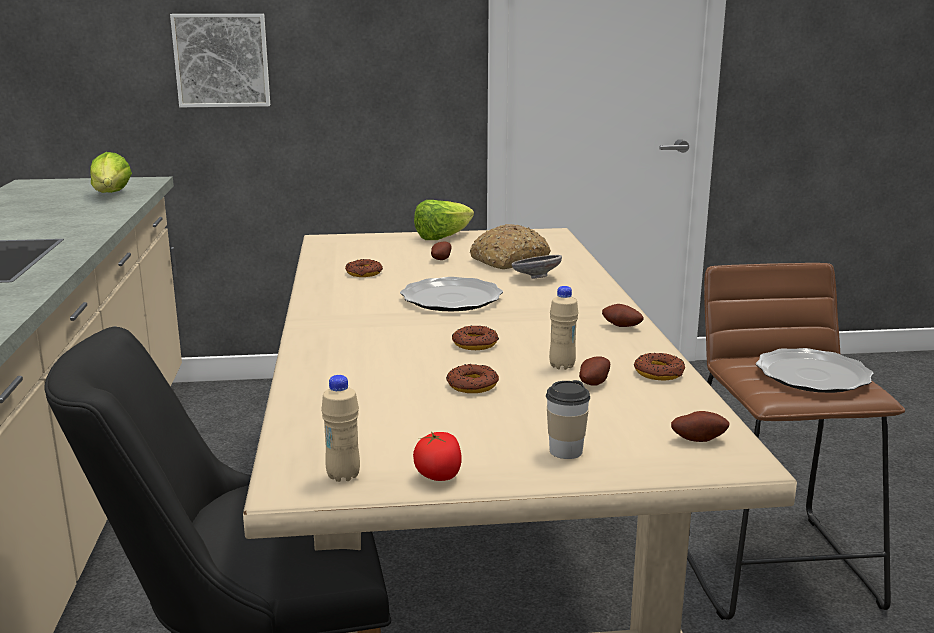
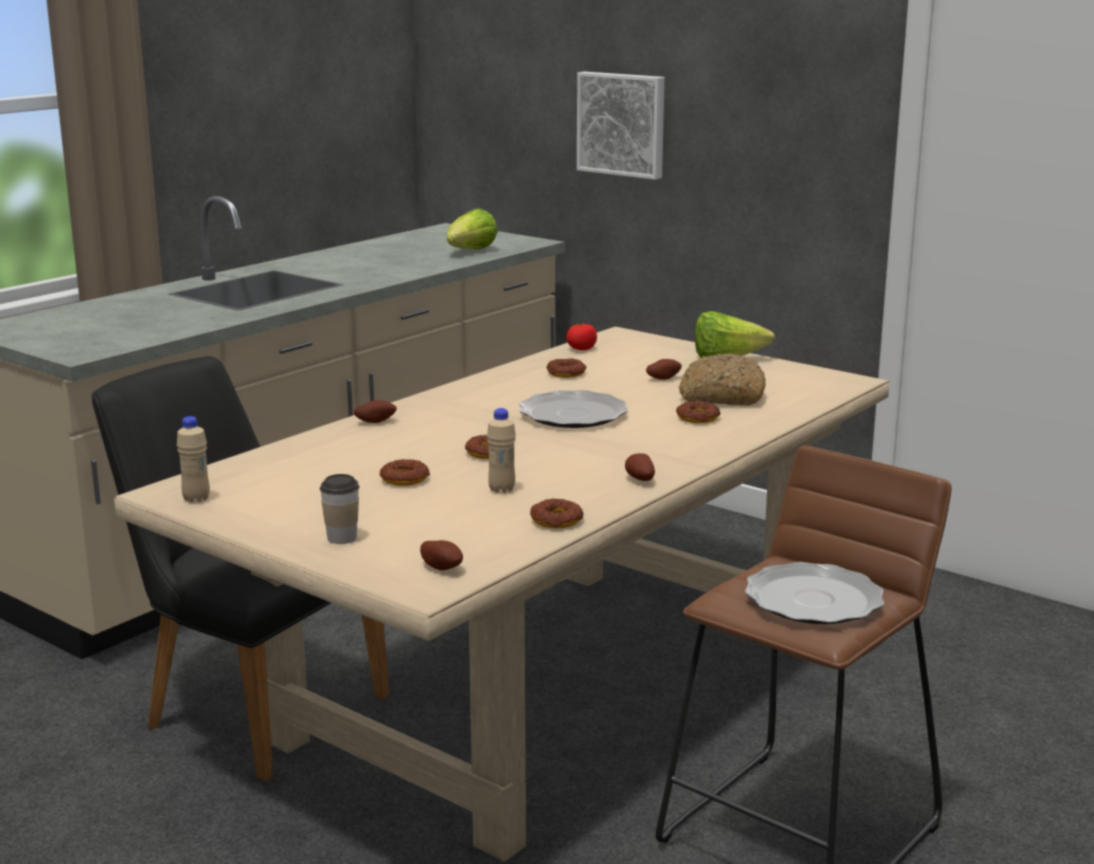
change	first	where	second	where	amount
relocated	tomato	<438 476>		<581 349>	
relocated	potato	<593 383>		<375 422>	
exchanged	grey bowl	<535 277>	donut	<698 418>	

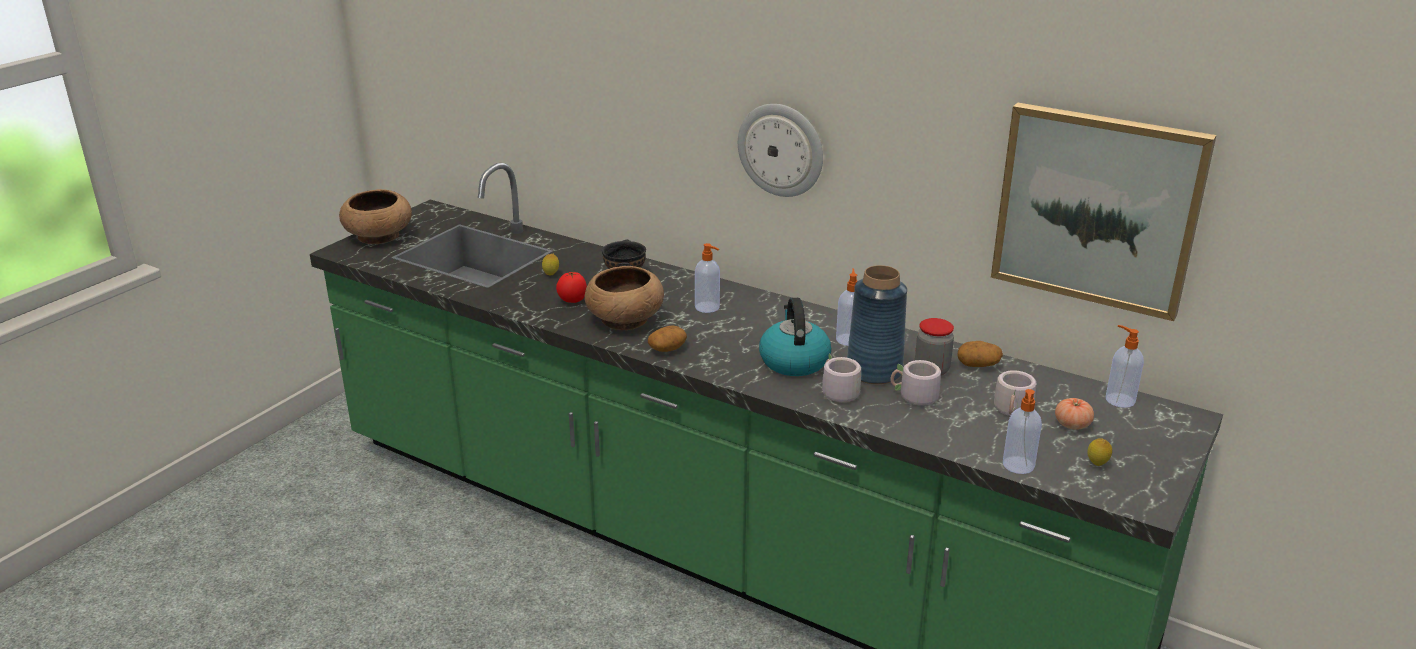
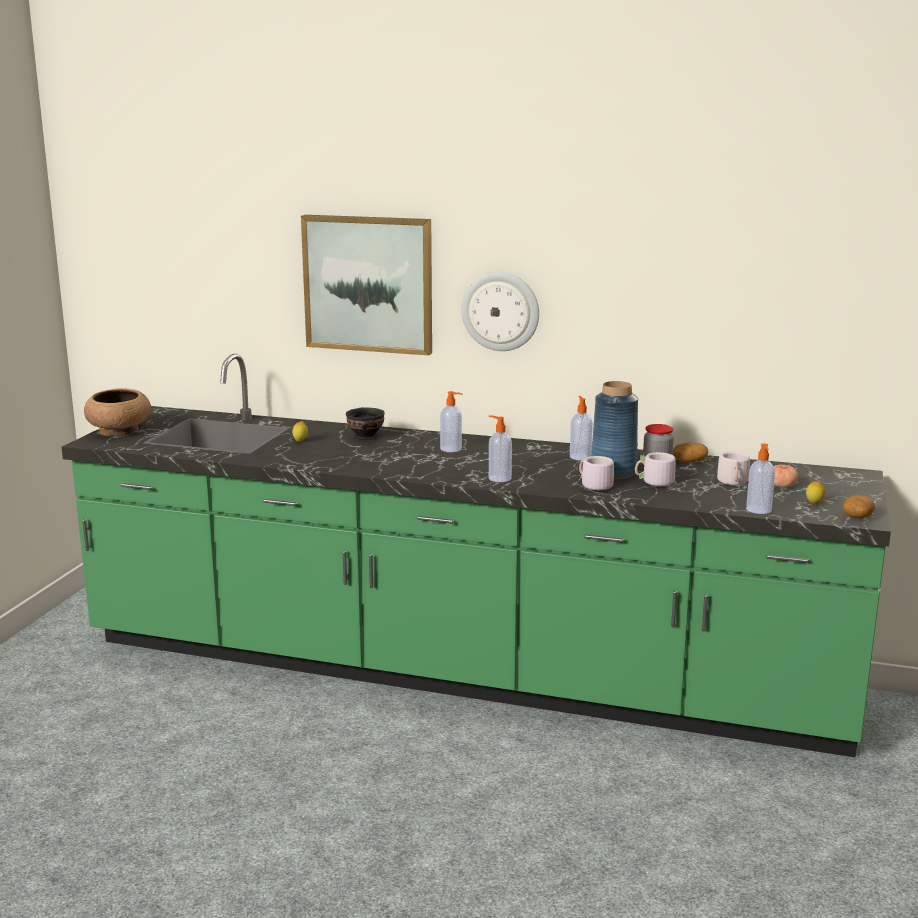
change	first	where	second	where	amount
missing	tomato	<572 301>			
missing	brown bowl	<624 320>			
missing	kettle	<793 361>			
relocated	potato	<667 349>		<857 517>	
relocated	picture	<1097 209>		<368 284>	
relocated	soap dispenser	<1119 400>		<499 478>	

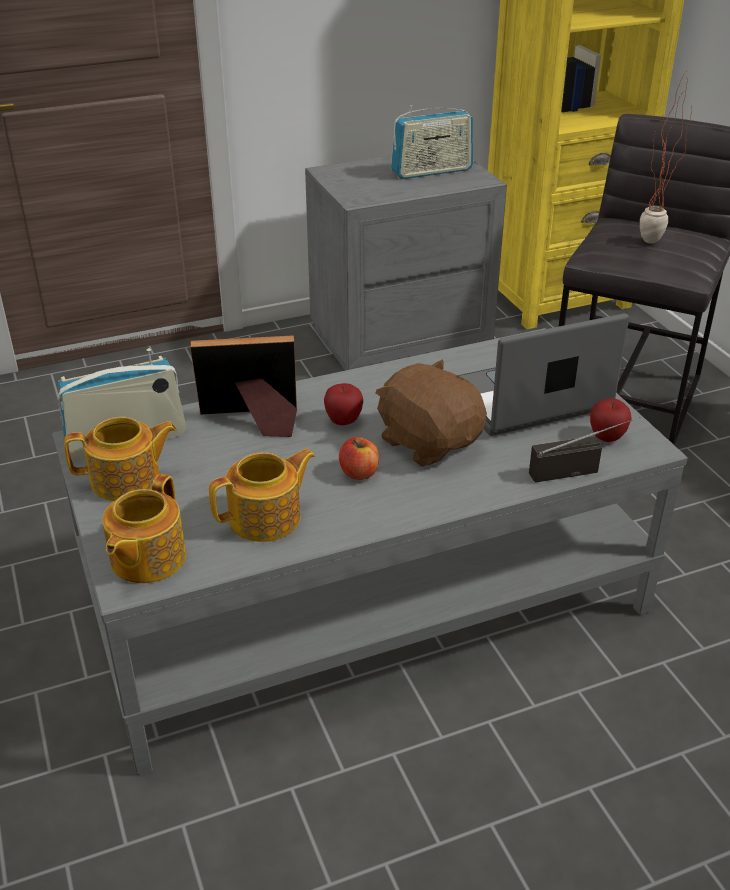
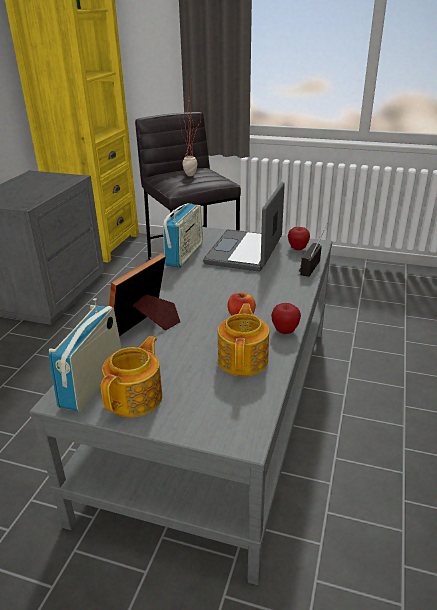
change	first	where	second	where	amount
missing	teapot	<146 559>			
missing	brown plush toy	<429 442>			
relocated	apple	<343 421>		<285 331>	
relocated	radio	<432 171>		<184 254>	

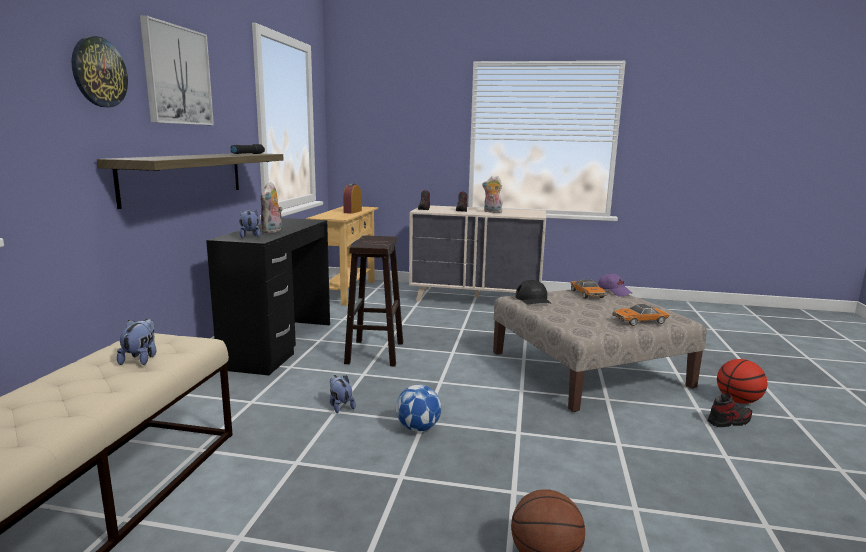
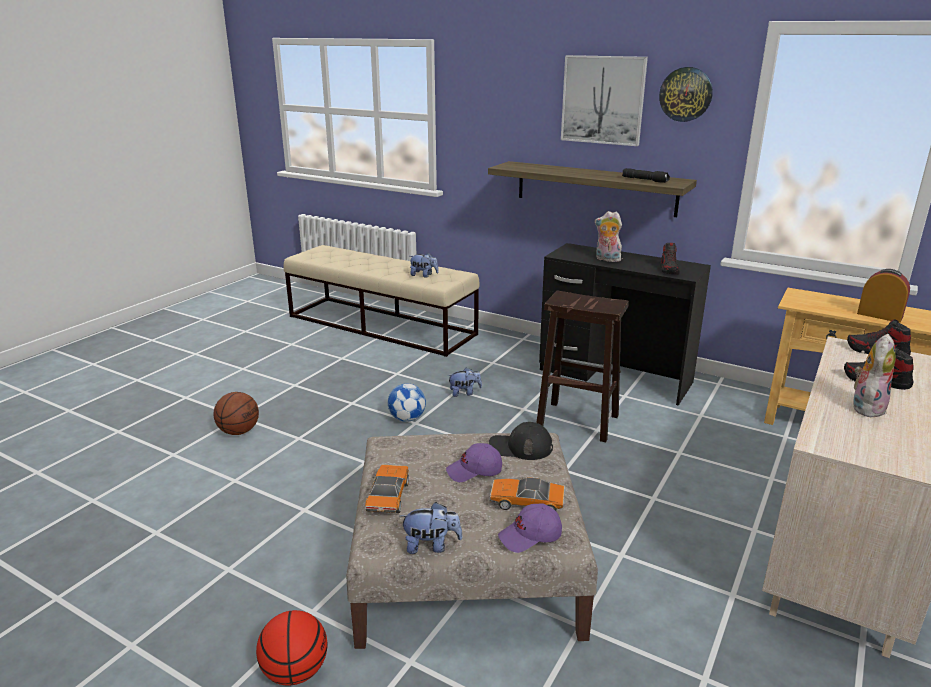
change	first	where	second	where	amount
appeared			purple cap	<474 471>	
relocated	wall clock	<99 72>		<685 94>	
relocated	plush toy	<249 236>		<431 546>	
relocated	shoe	<729 421>		<669 270>	

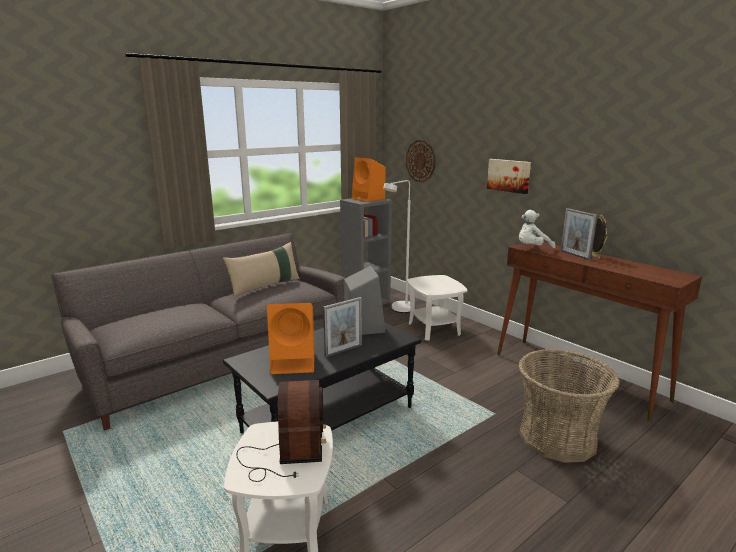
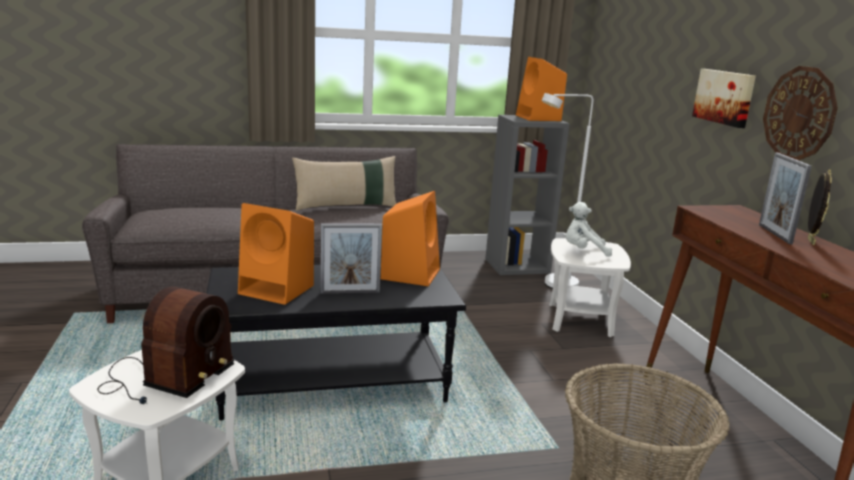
change	first	where	second	where	amount
relocated	wall clock	<420 161>		<799 113>	
relocated	white plush toy	<532 248>		<583 251>	
colour	grey speaker	<363 326>	orange speaker	<410 273>	

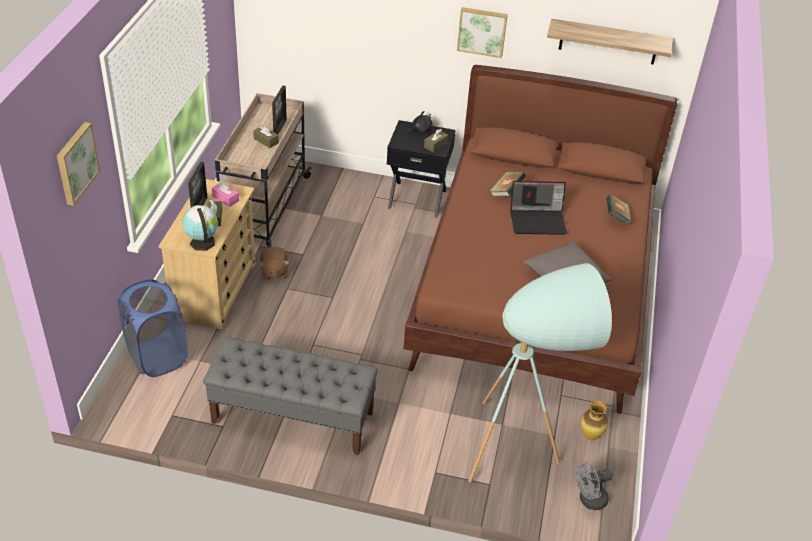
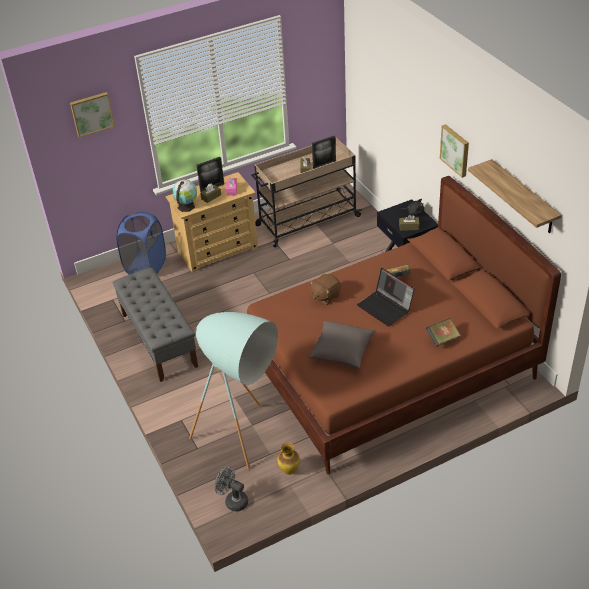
change	first	where	second	where	amount
relocated	brown plush toy	<274 272>		<325 296>	

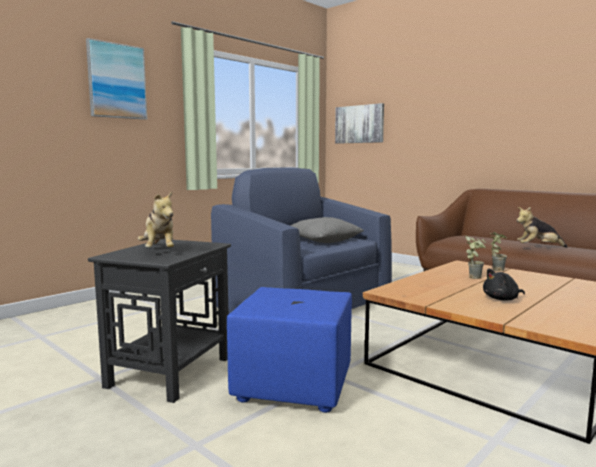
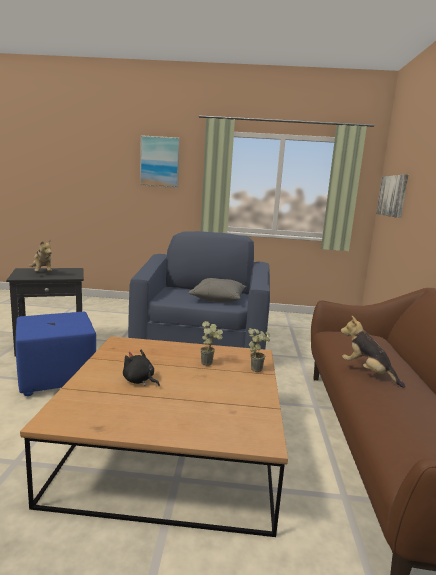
change	first	where	second	where	amount
spun	plush toy	<159 251>		<42 273>	60 degrees counterclockwise

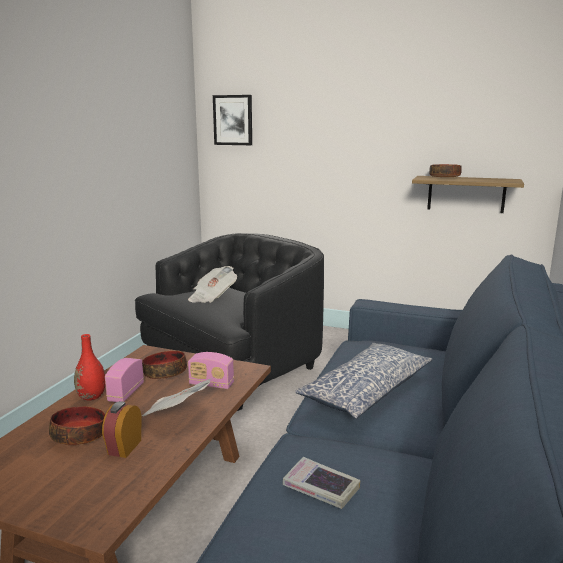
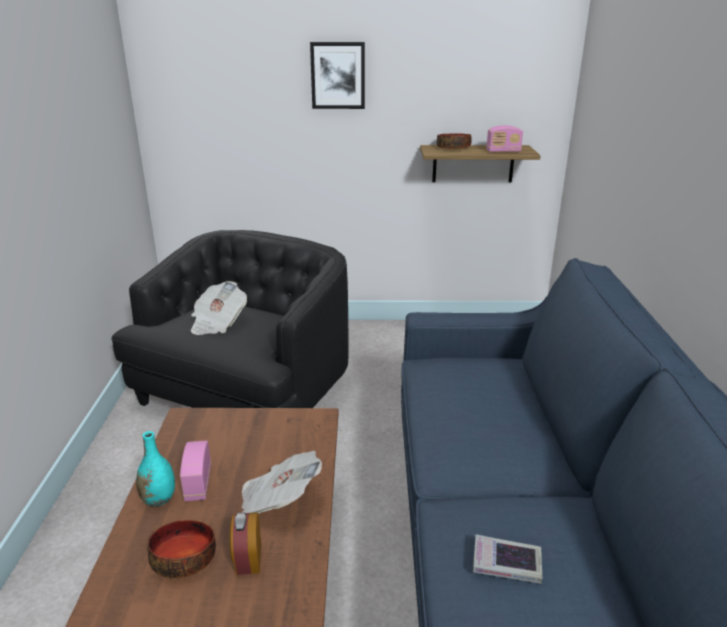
change	first	where	second	where	amount
missing	bowl	<165 373>			
missing	pillow	<366 391>			
relocated	radio	<211 384>		<503 151>	
relocated	picture	<233 120>		<338 75>	
colour	red vase	<91 396>	turquoise vase	<159 499>	

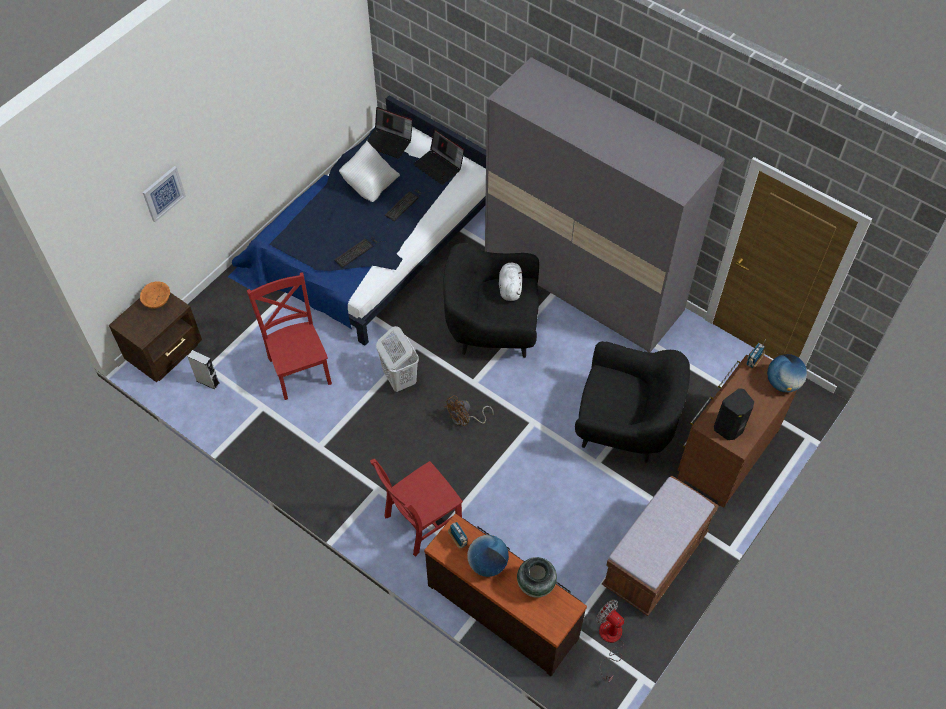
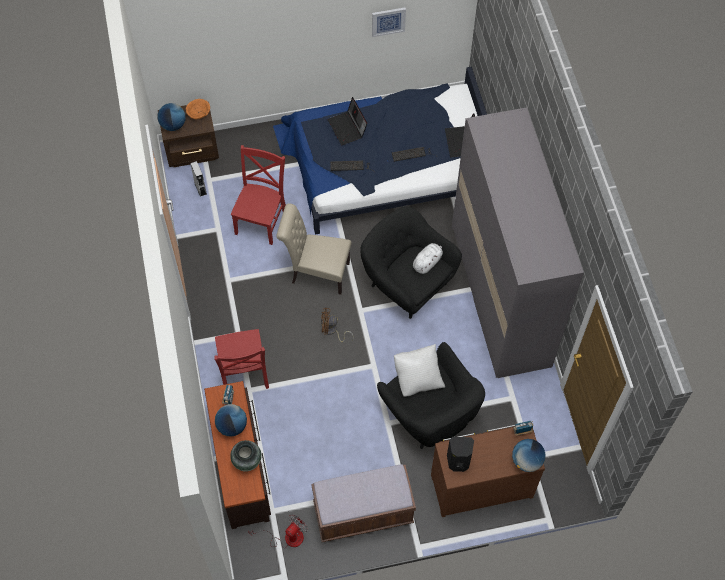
change	first	where	second	where	amount
appeared			globe	<173 125>	
relocated	picture	<163 193>		<388 21>	
relocated	white pillow	<370 184>		<418 377>	
relocated	laptop	<389 142>		<347 128>	
exchanged	white laundry basket	<399 378>	beige chair	<316 272>	
spun	red chair	<420 521>		<244 374>	105 degrees counterclockwise
spun	fan	<609 640>		<287 537>	45 degrees clockwise

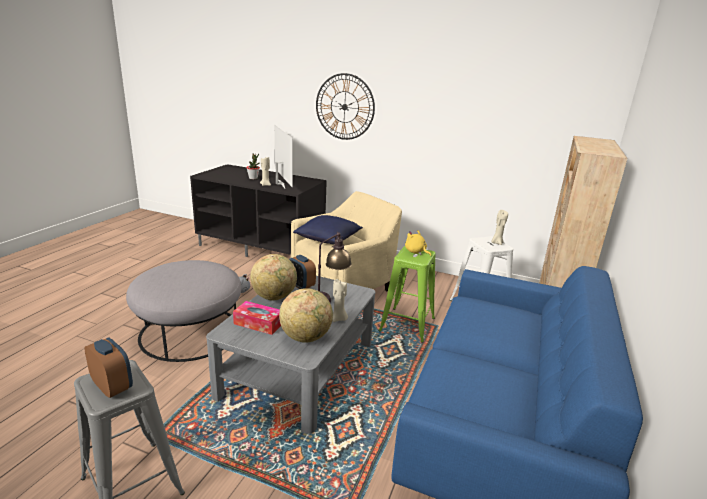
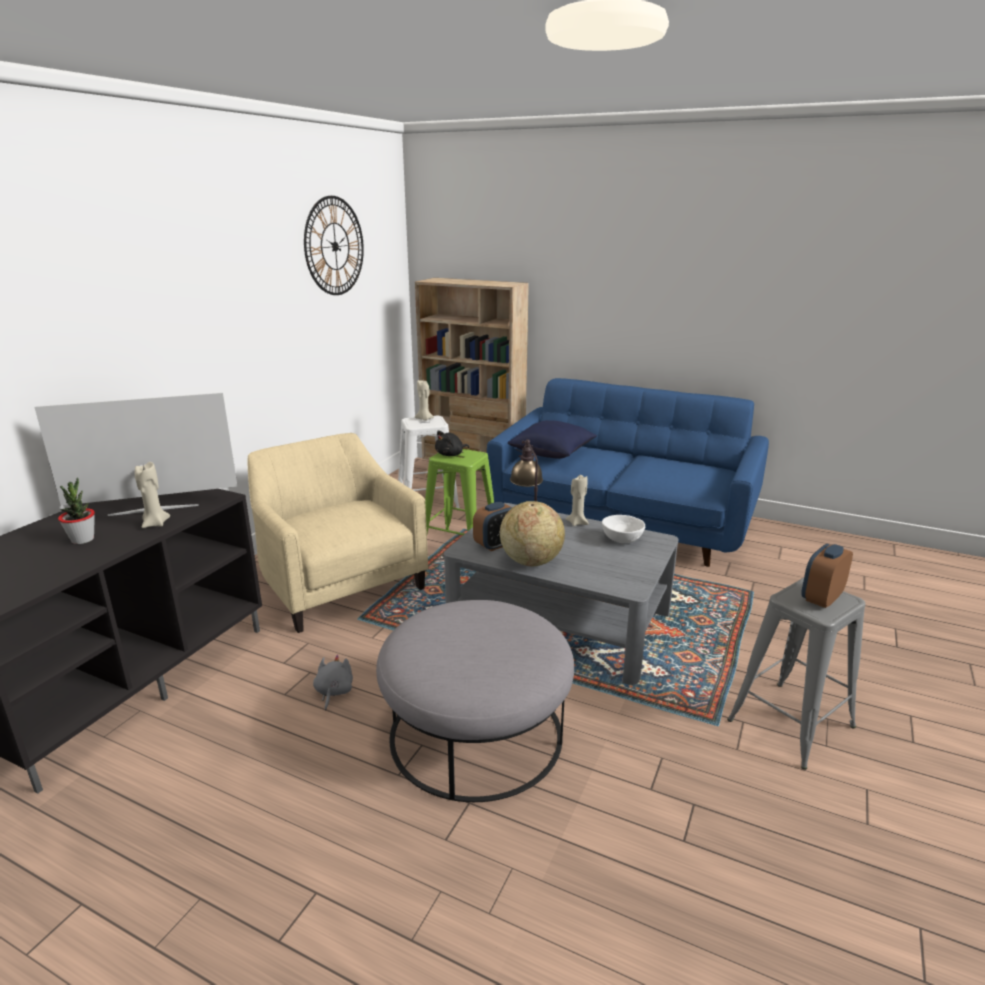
change	first	where	second	where	amount
missing	tissue box	<258 323>			
relocated	blue pillow	<328 240>		<552 453>	
relocated	wall clock	<344 107>		<335 246>	
exchanged	globe	<306 337>	white bowl	<621 540>	
colour	yellow plush toy	<416 252>	black plush toy	<451 454>	

